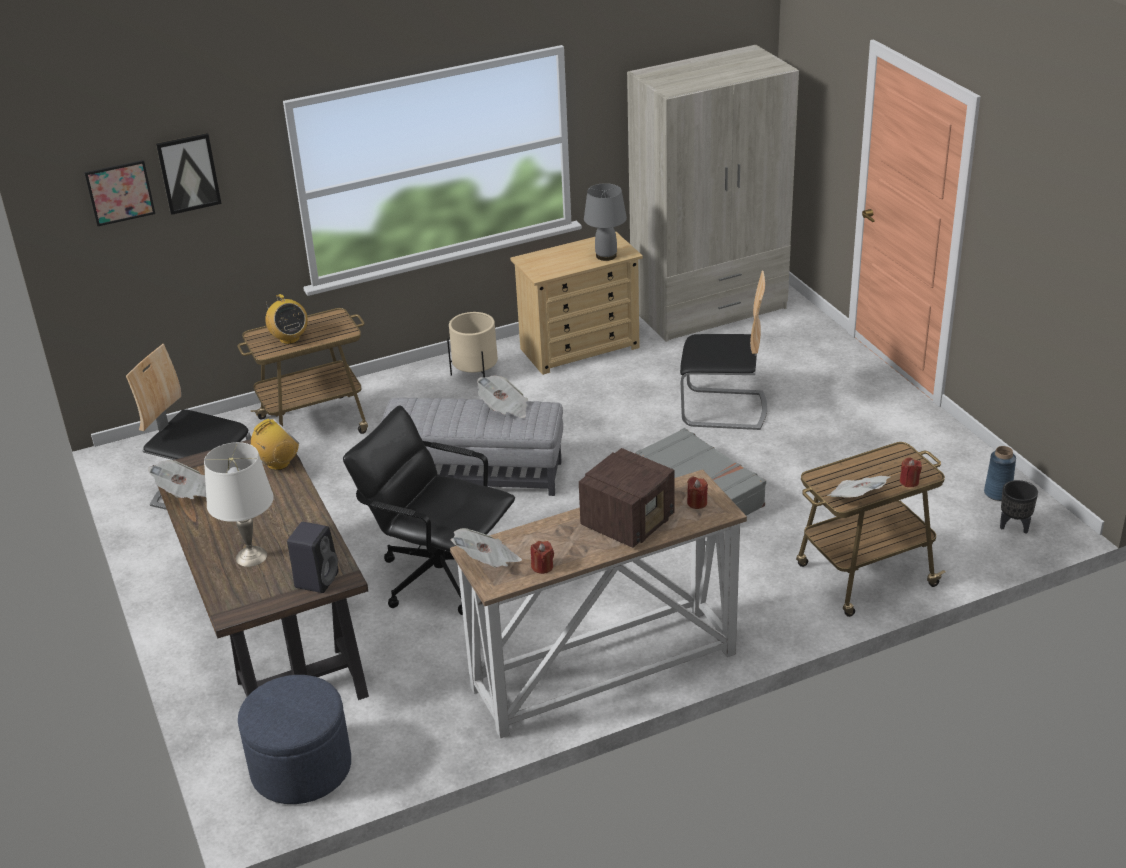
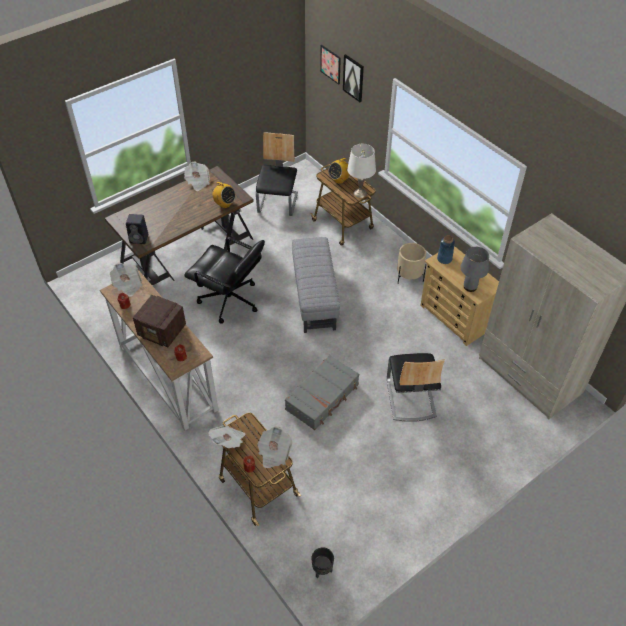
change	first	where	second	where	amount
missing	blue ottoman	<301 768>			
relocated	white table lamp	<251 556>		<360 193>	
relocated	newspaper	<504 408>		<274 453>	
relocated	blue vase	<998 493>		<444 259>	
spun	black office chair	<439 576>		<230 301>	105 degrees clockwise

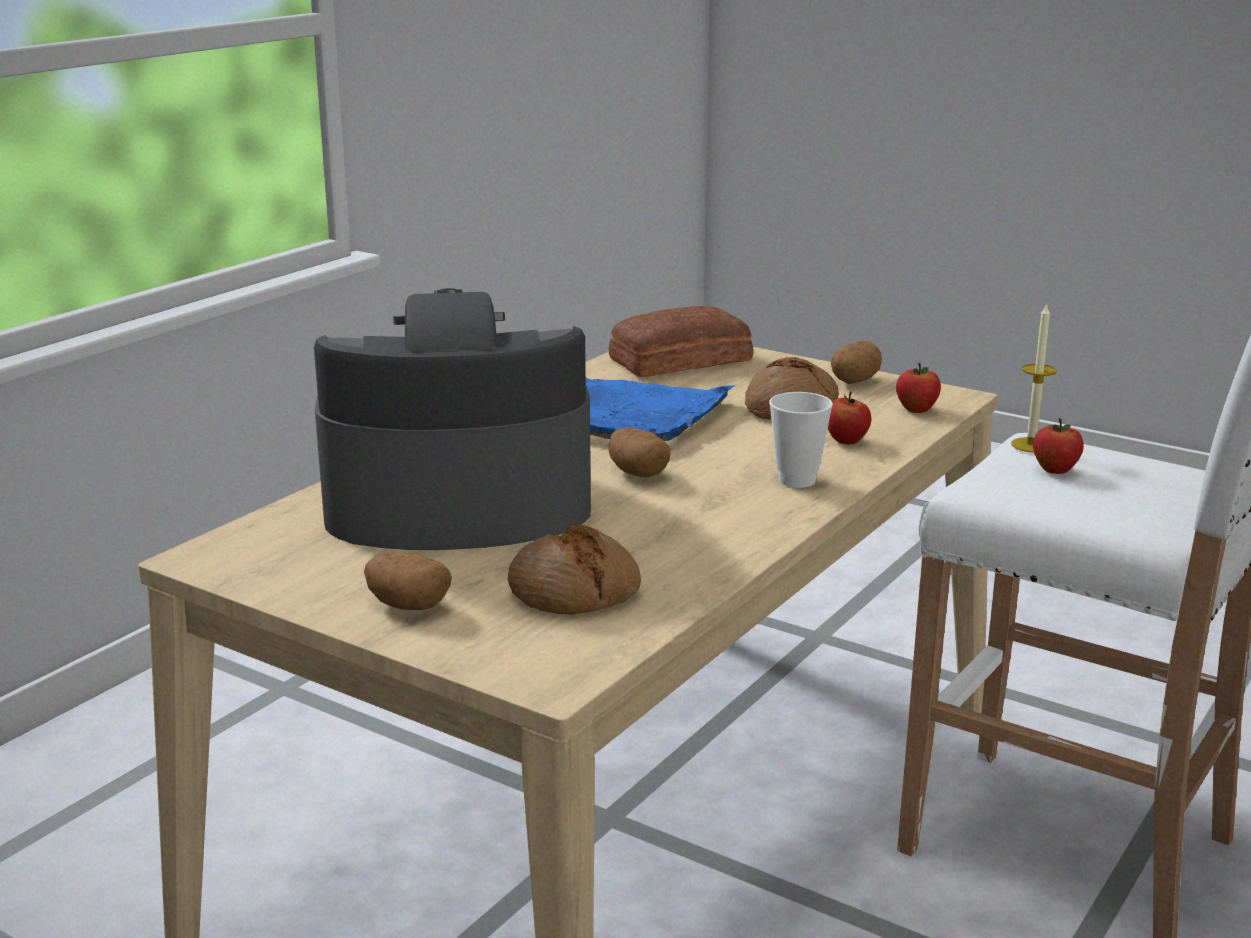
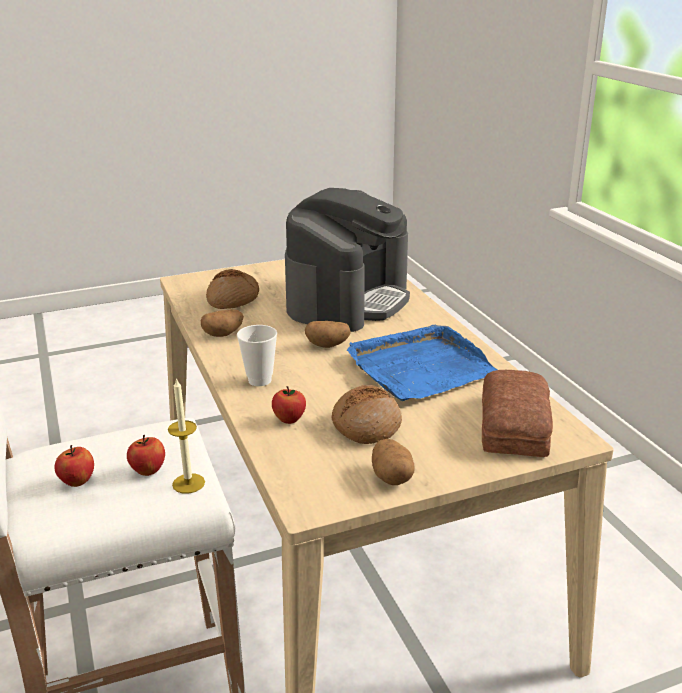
change	first	where	second	where	amount
relocated	potato	<408 606>		<223 334>	
relocated	apple	<916 410>		<77 481>	

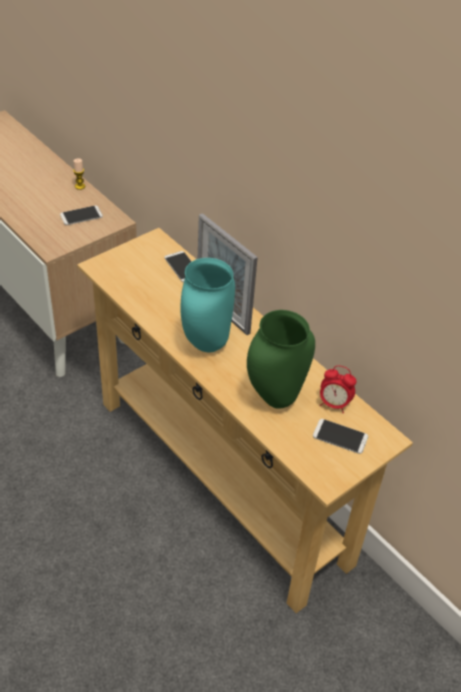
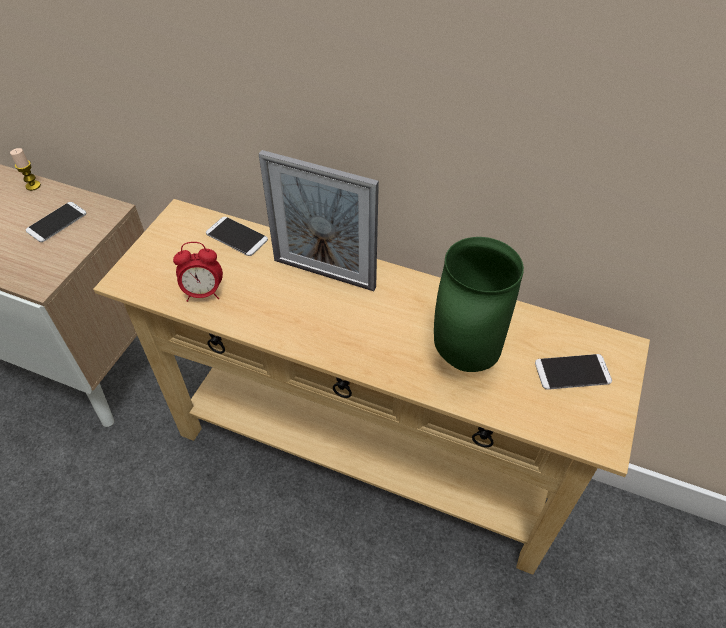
change	first	where	second	where	amount
missing	turquoise vase	<207 345>			
relocated	alarm clock	<334 404>		<203 293>	

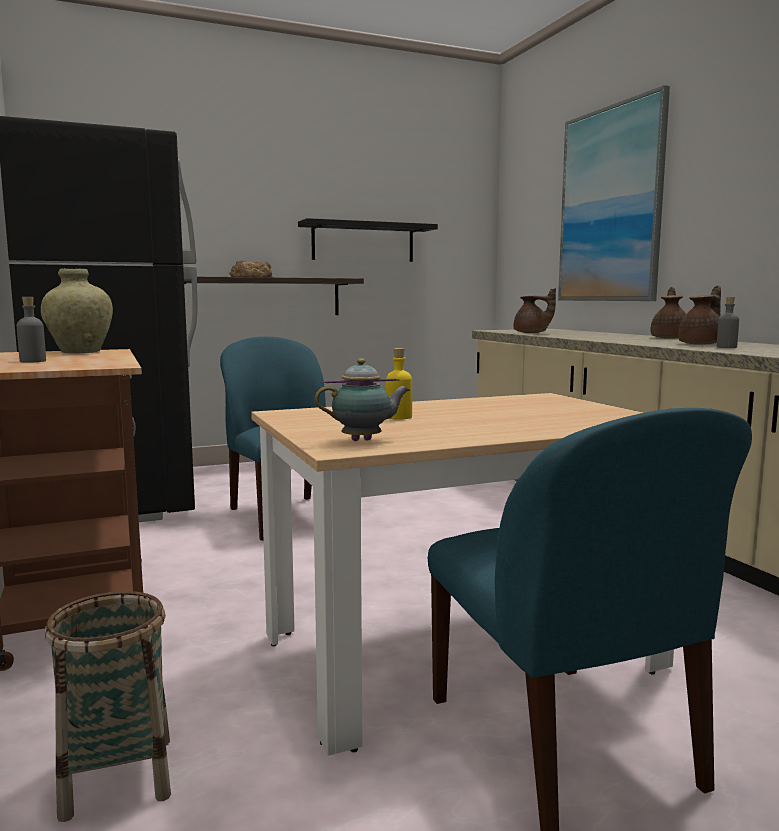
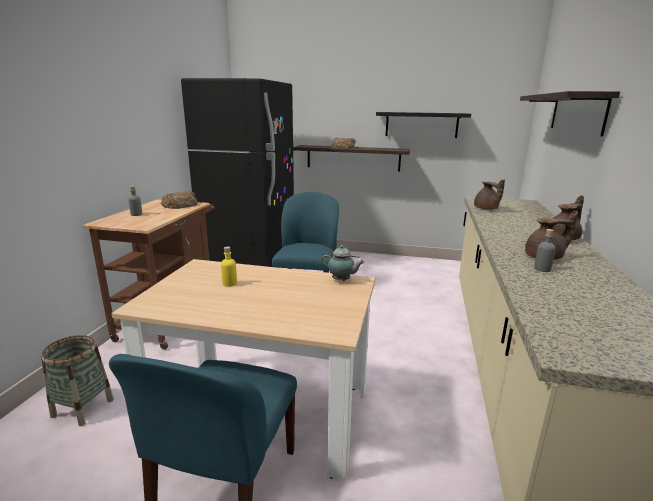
change	first	where	second	where	amount
relocated	teapot	<364 440>		<342 280>	
exchanged	beige vase	<80 352>	bread	<180 205>	
exchanged	picture	<610 205>	shelf	<577 113>	

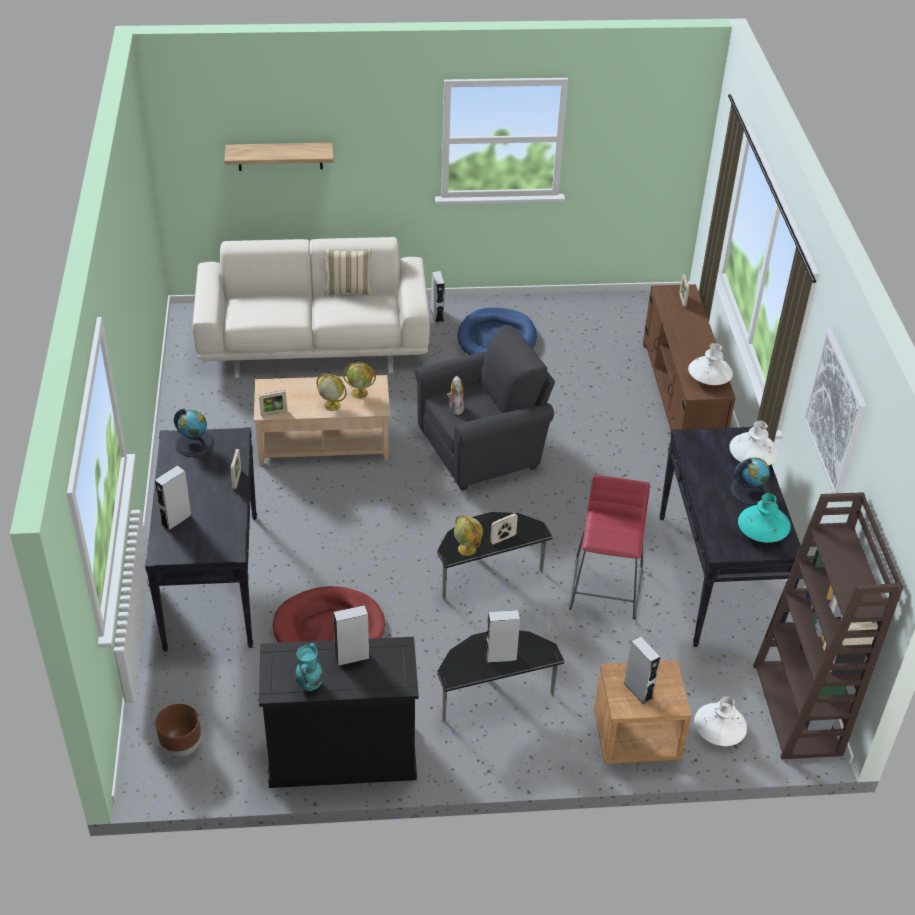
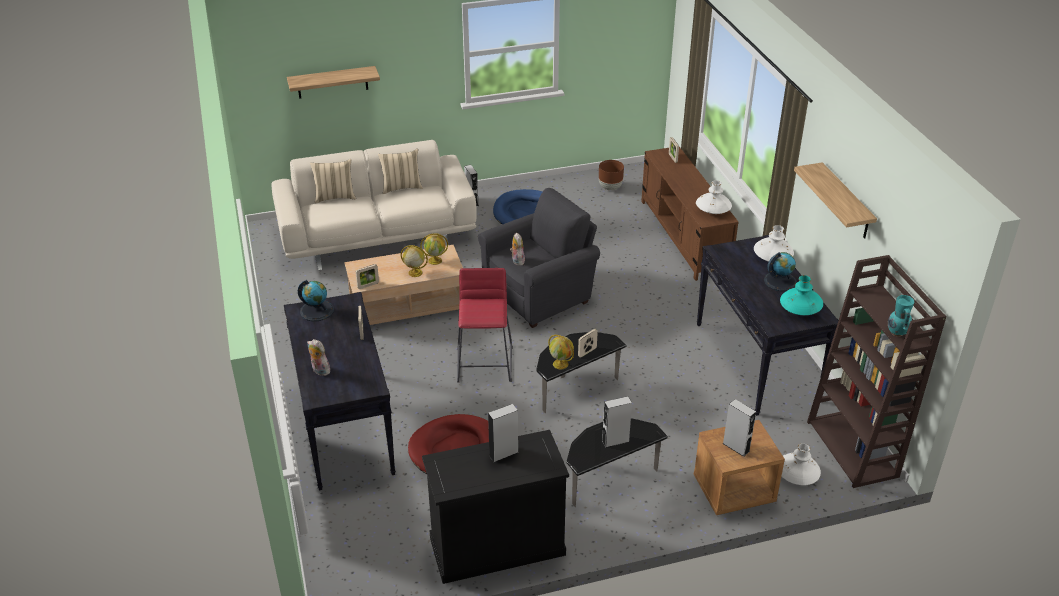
change	first	where	second	where	amount
appeared			beige pillow	<335 197>	
relocated	brown planter	<182 746>		<610 187>	
relocated	turquoise vase	<309 685>		<897 333>	
relocated	red stool	<605 589>		<484 363>	
exchanged	grey speaker	<176 520>	plush toy	<319 371>	
exchanged	picture	<836 413>	shelf	<846 202>	

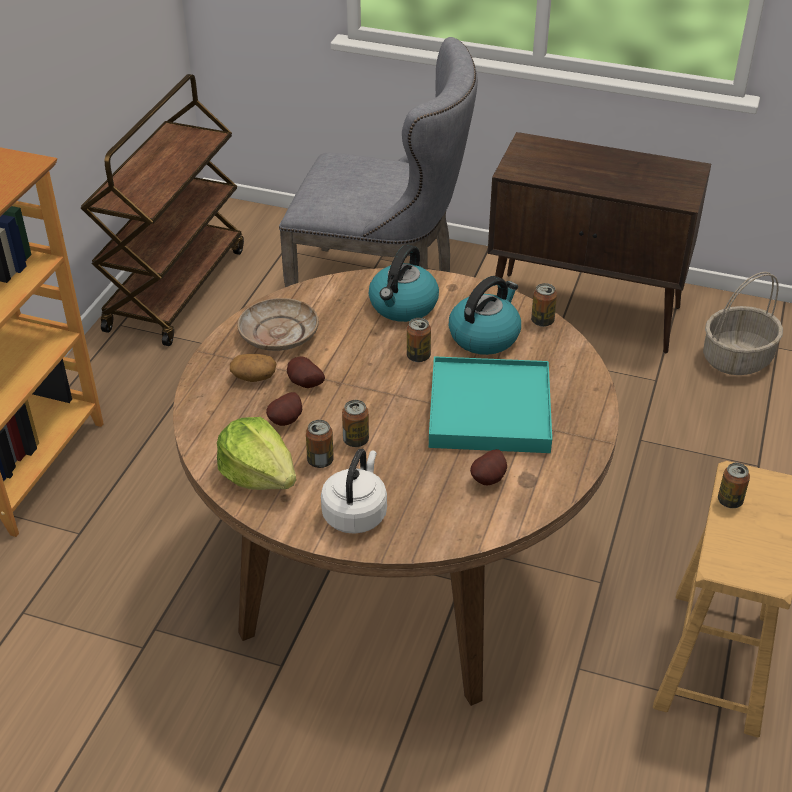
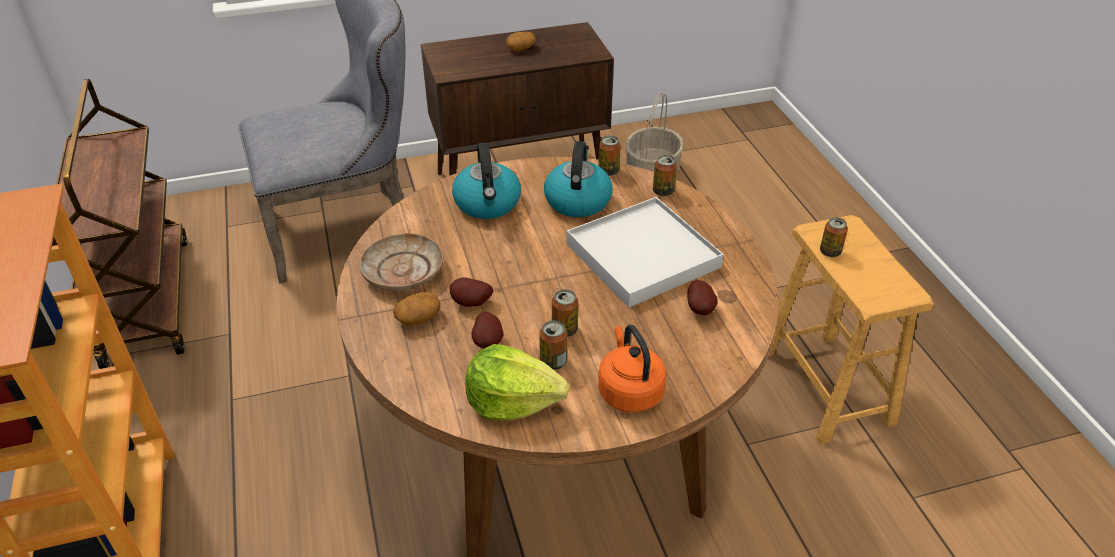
change	first	where	second	where	amount
appeared			potato	<521 48>	
relocated	can	<418 356>		<663 191>	
colour	white kettle	<356 513>	orange kettle	<629 390>	
colour	turquoise tray	<490 410>	white tray	<642 255>	

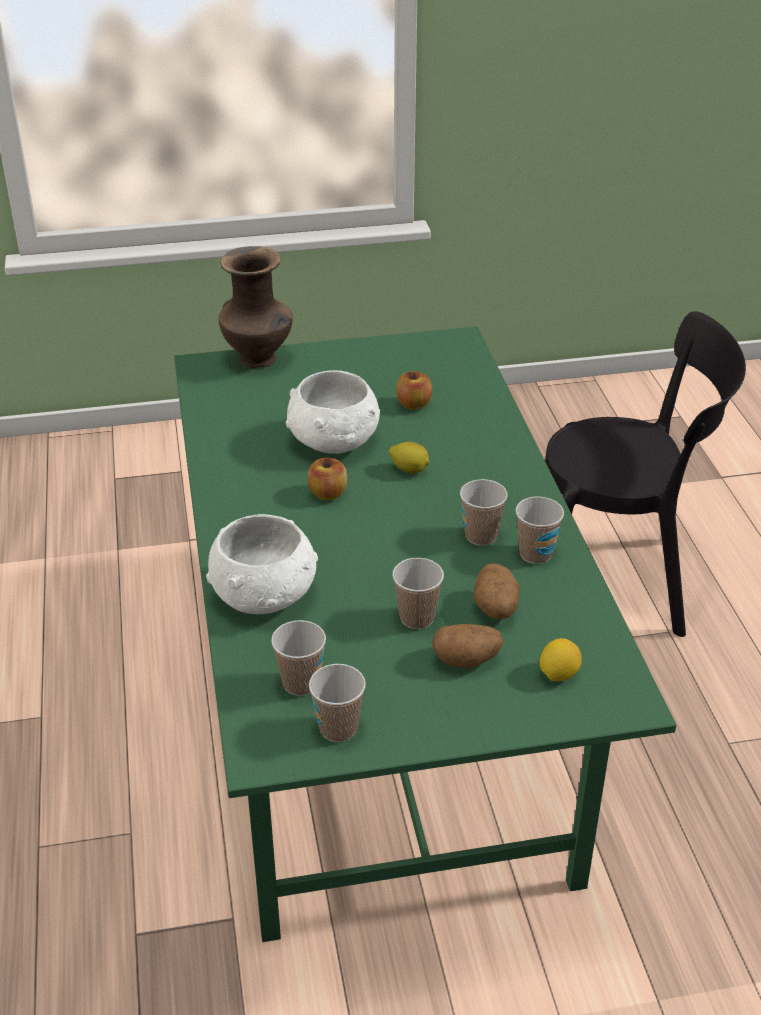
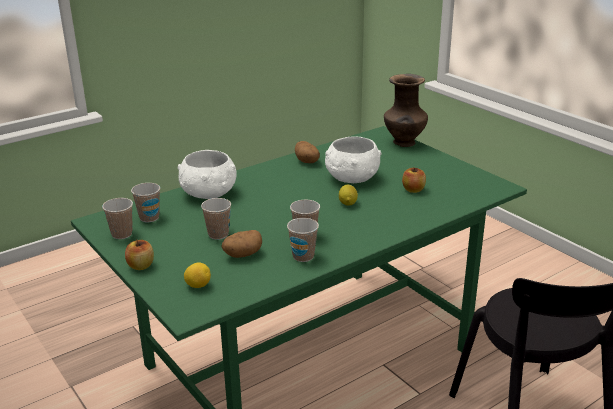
change	first	where	second	where	amount
relocated	apple	<328 493>		<141 266>	
relocated	potato	<466 660>		<307 161>	

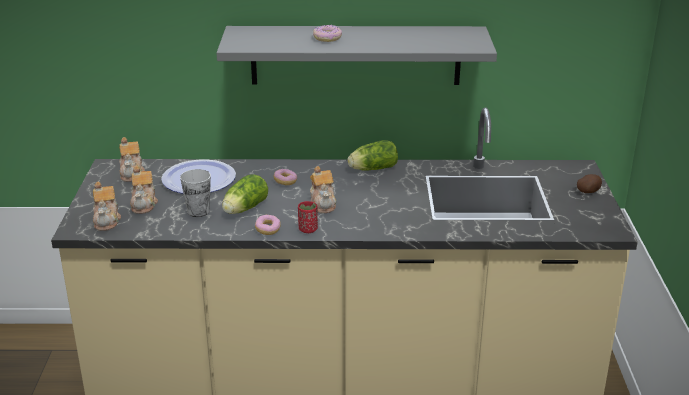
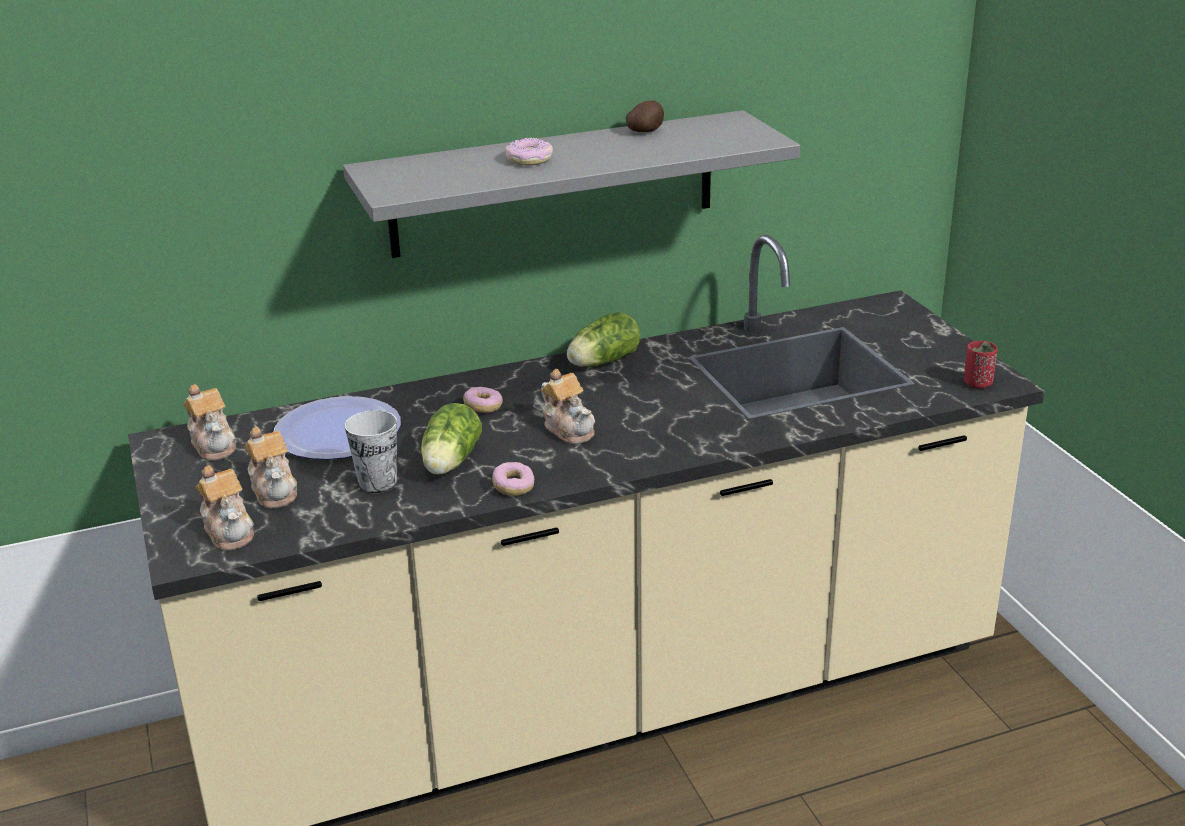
change	first	where	second	where	amount
relocated	red cup	<308 229>		<977 383>	
relocated	potato	<588 192>		<646 132>	

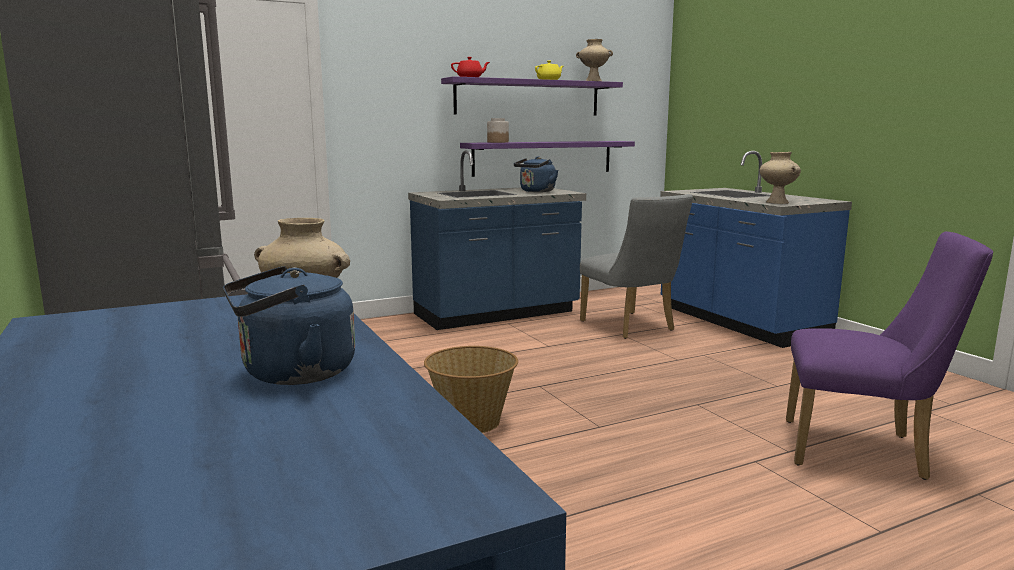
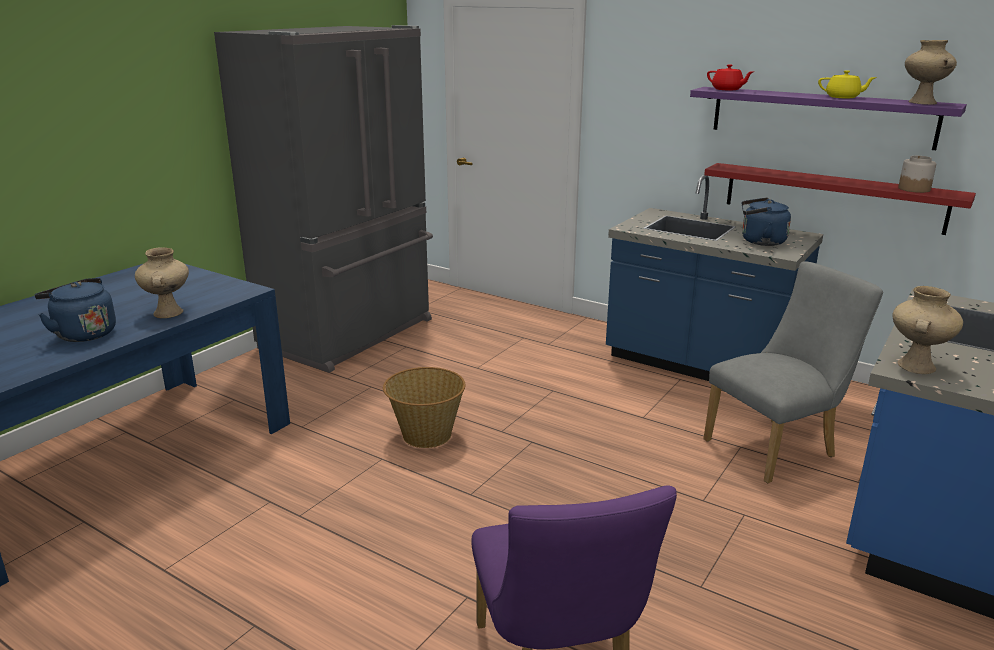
change	first	where	second	where	amount
relocated	jar	<497 142>		<914 189>	
colour	purple shelf	<543 158>	red shelf	<832 197>	
spun	grey chair	<631 327>		<776 447>	150 degrees counterclockwise

